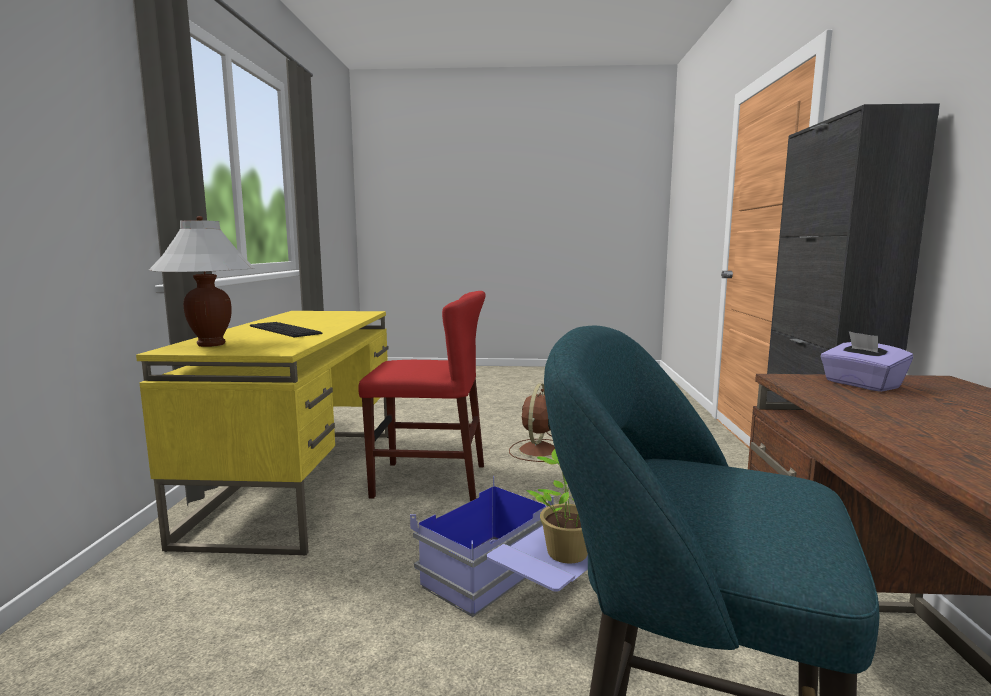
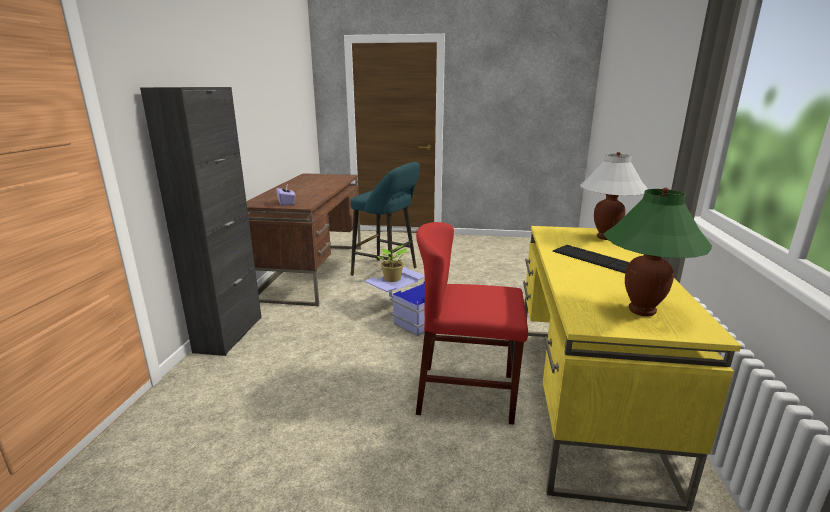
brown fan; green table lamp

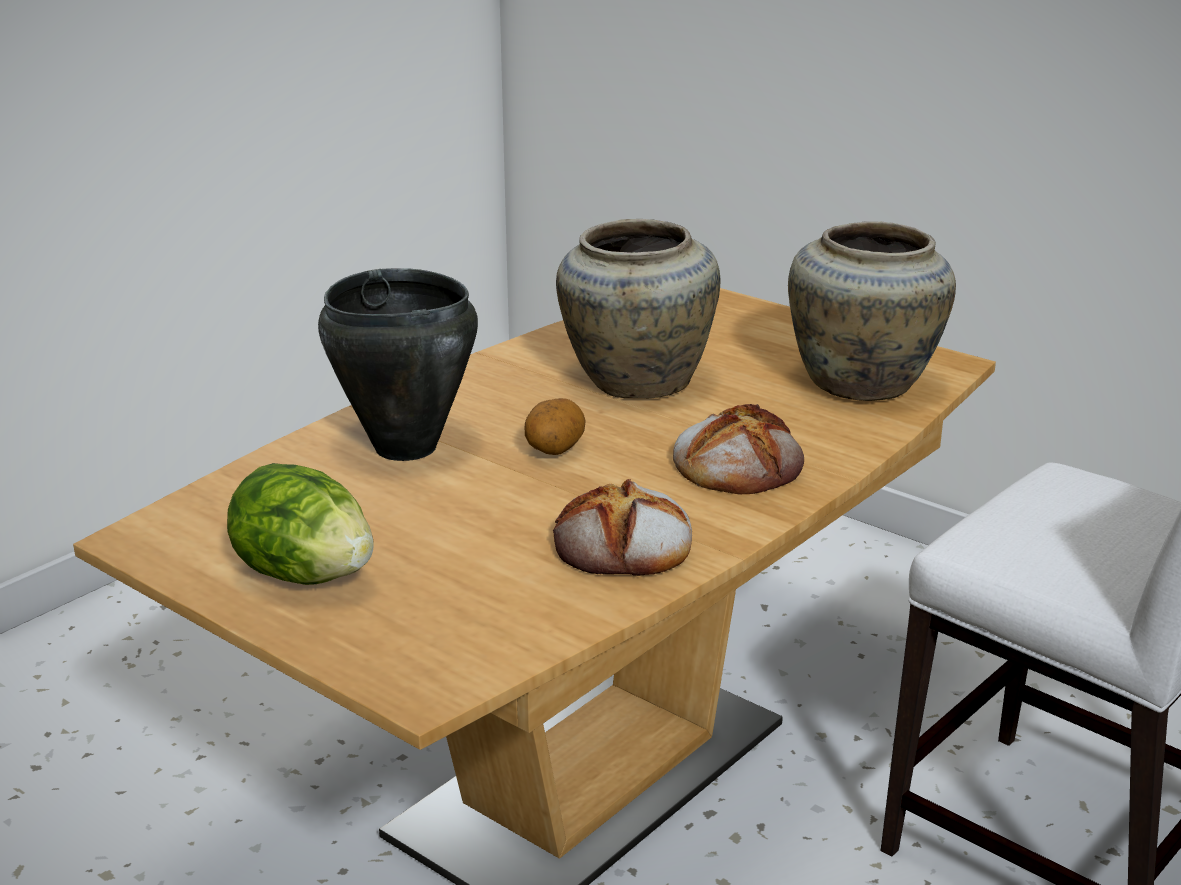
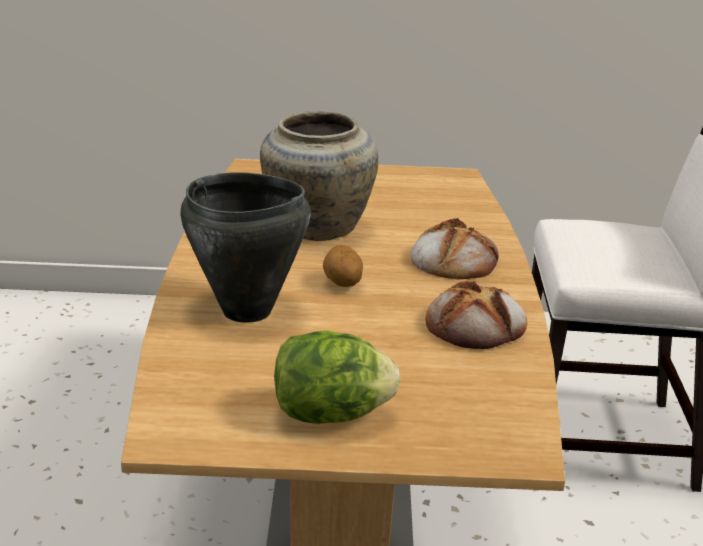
beige vase (no. 2 from left in the first image)

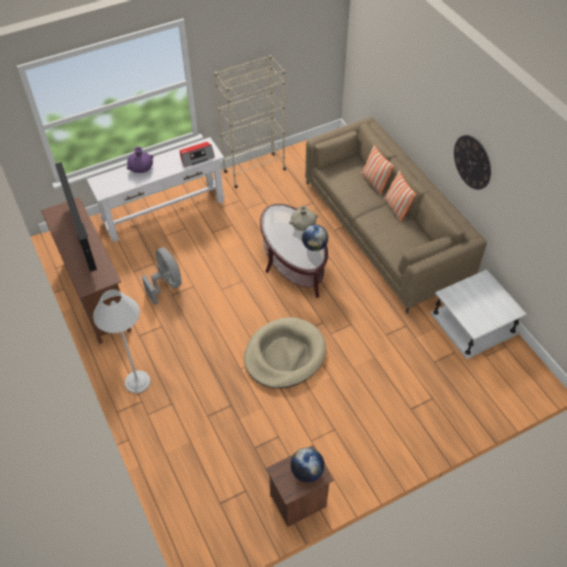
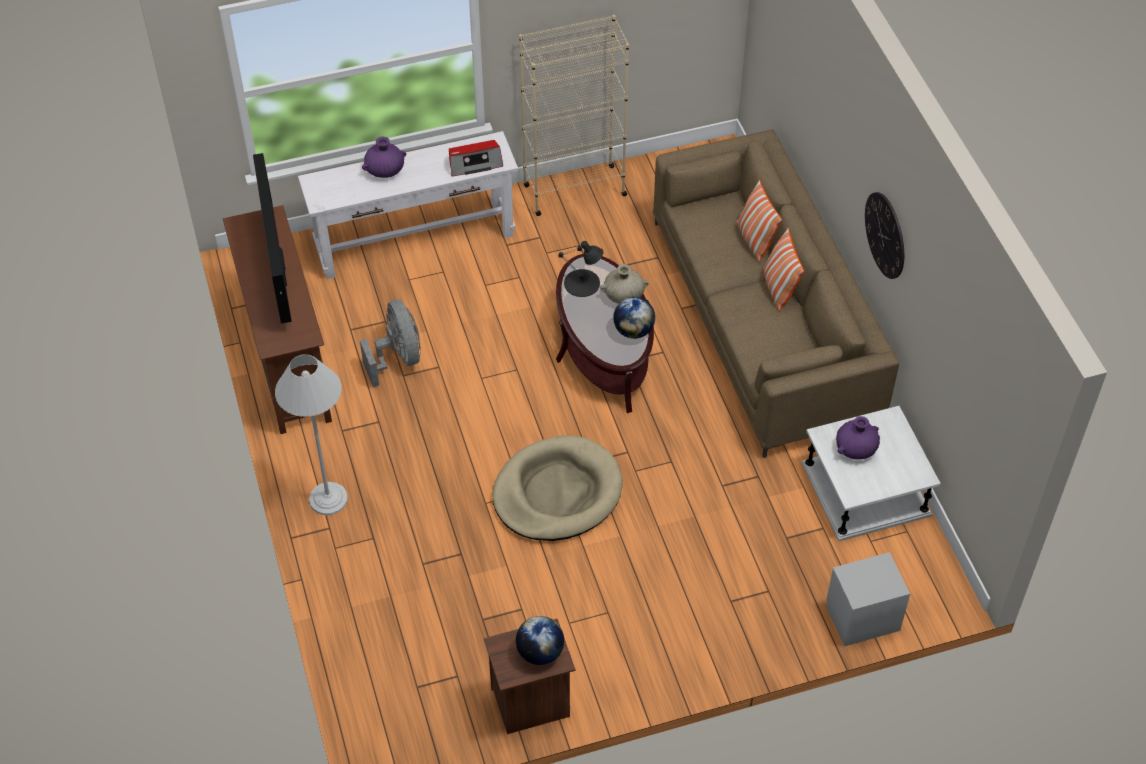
black table lamp; grey nightstand; purple vase (no. 2 from left)

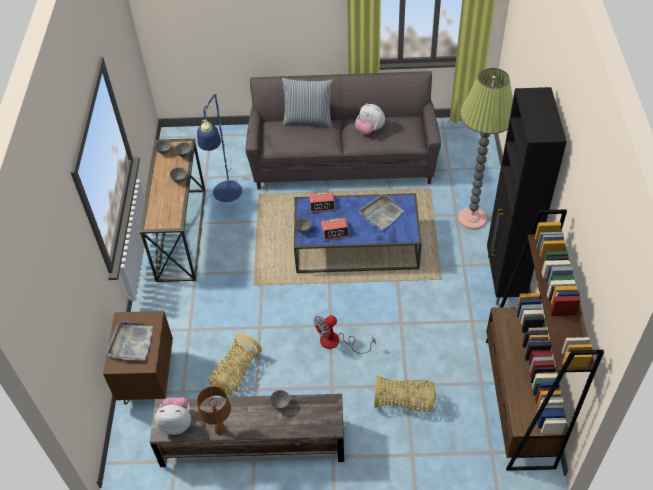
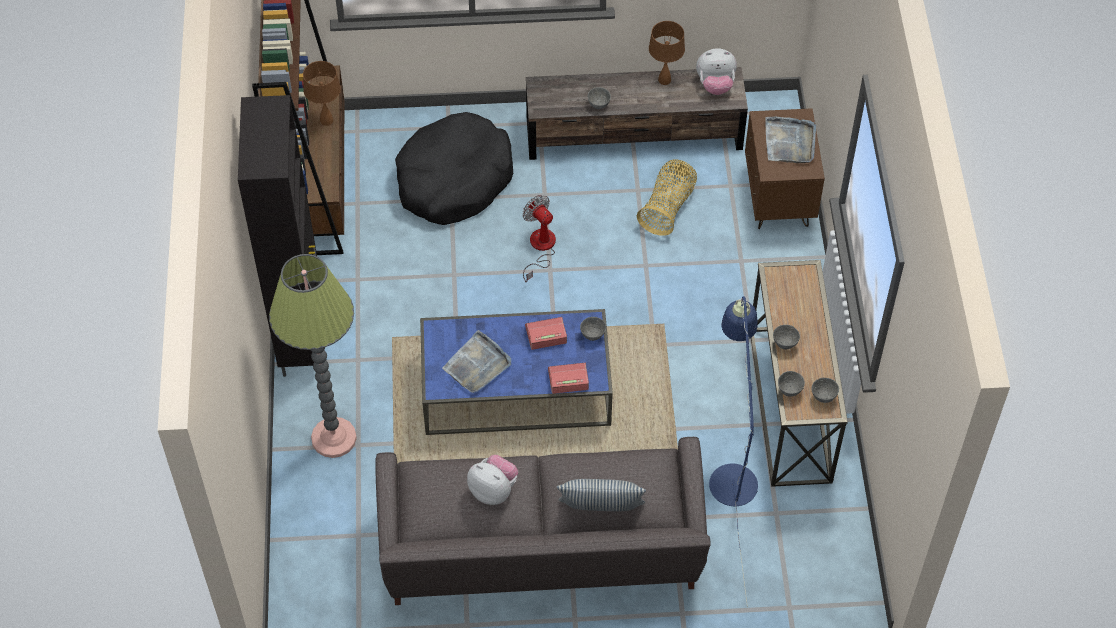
fan; black dog bed; brown table lamp (no. 1 from left)

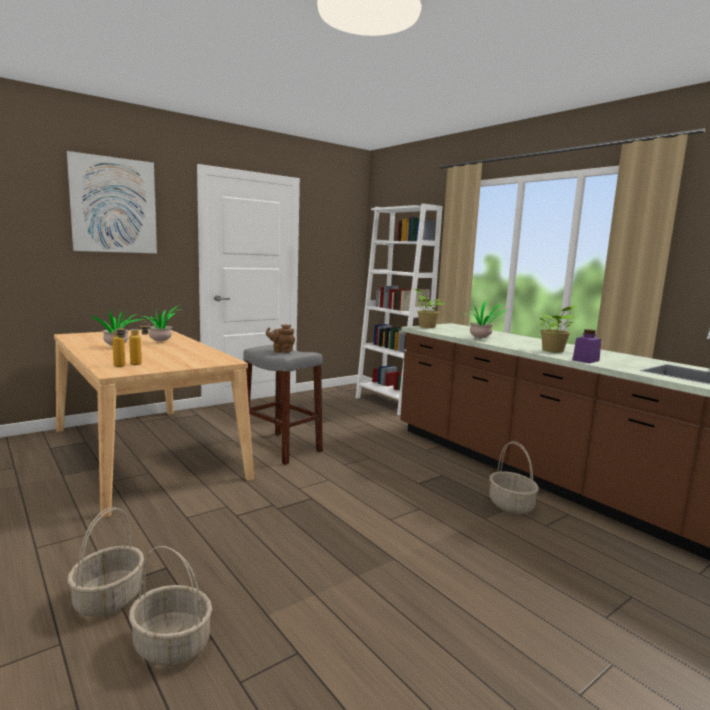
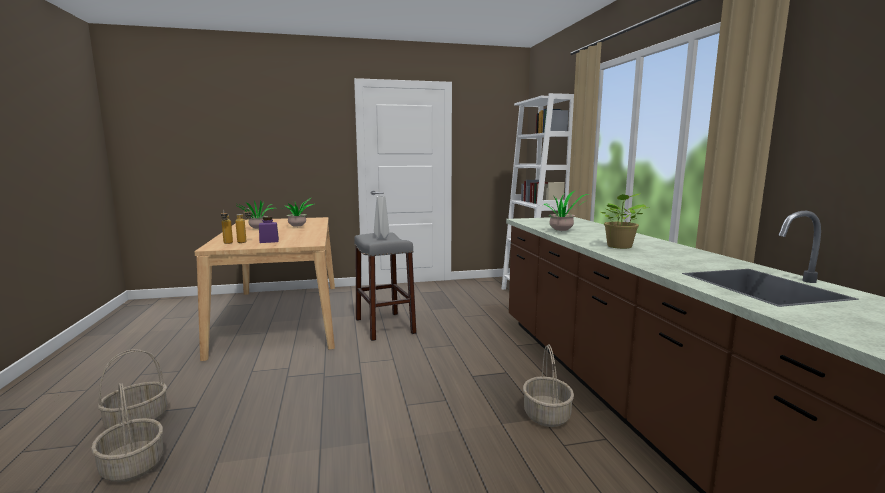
picture; grey vase; potted plant (no. 3 from left in the first image); purple jar

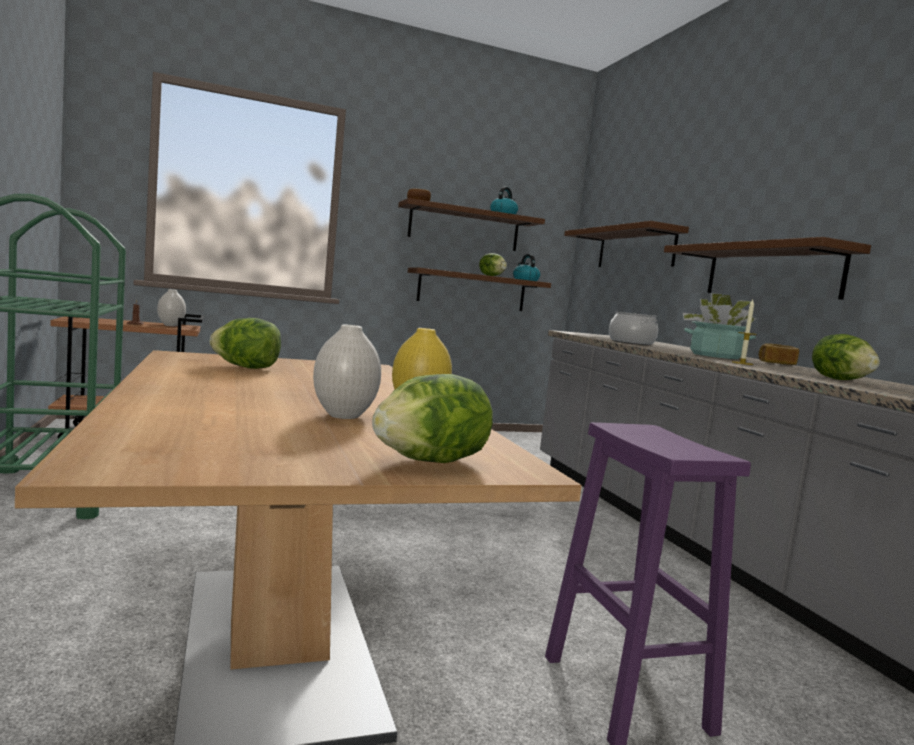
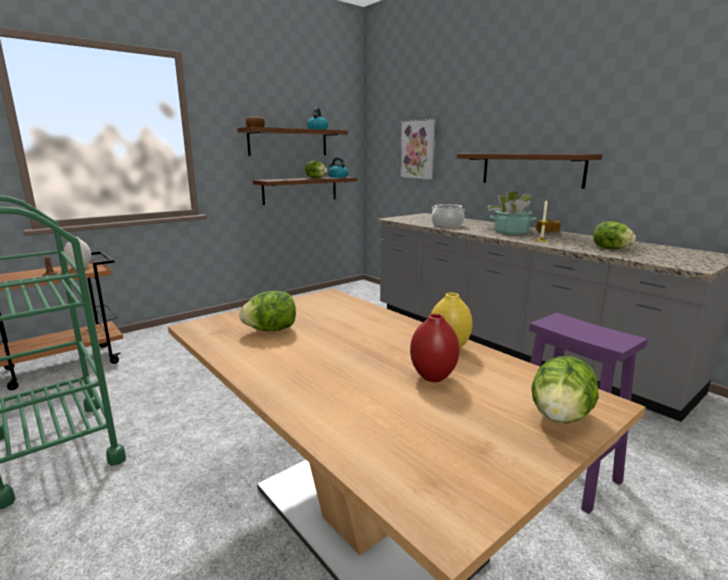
red vase; picture

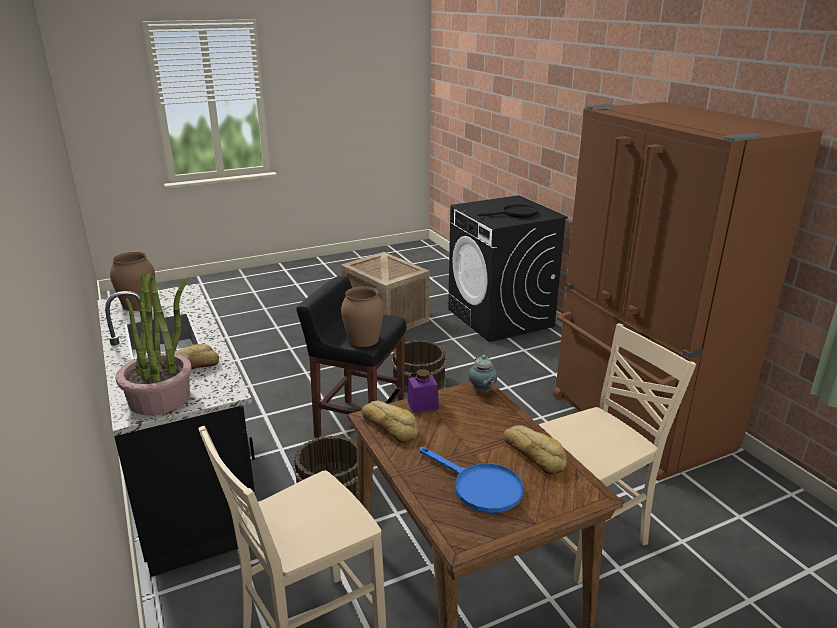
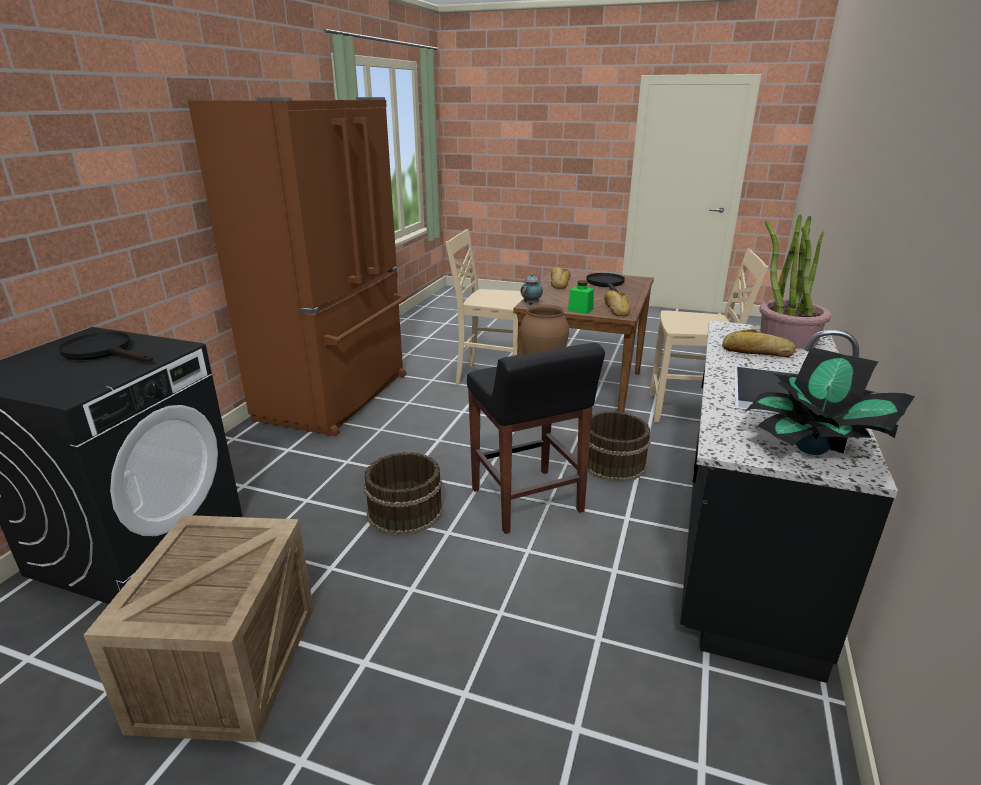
potted plant (no. 2 from left); green jar; black frying pan (no. 2 from left)

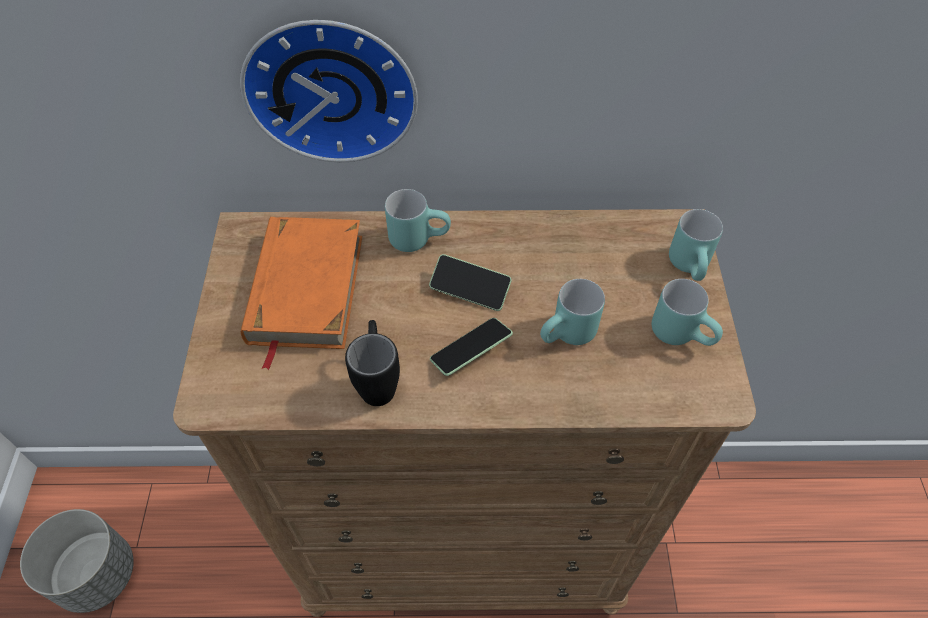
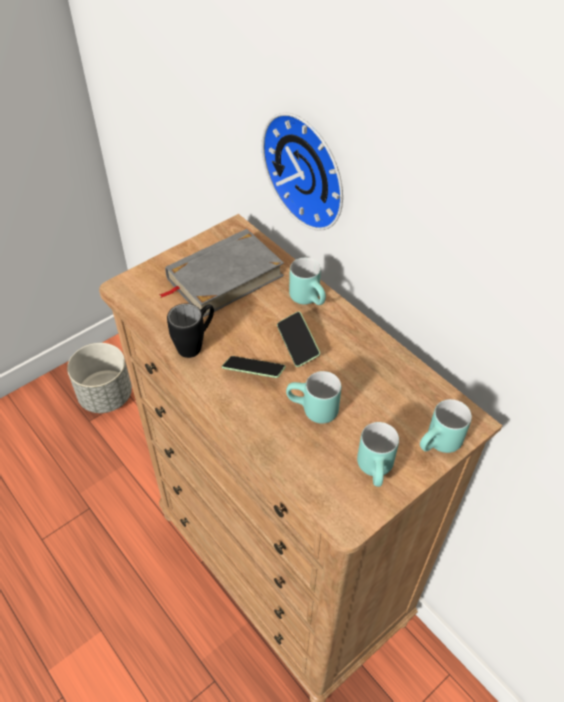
grey book

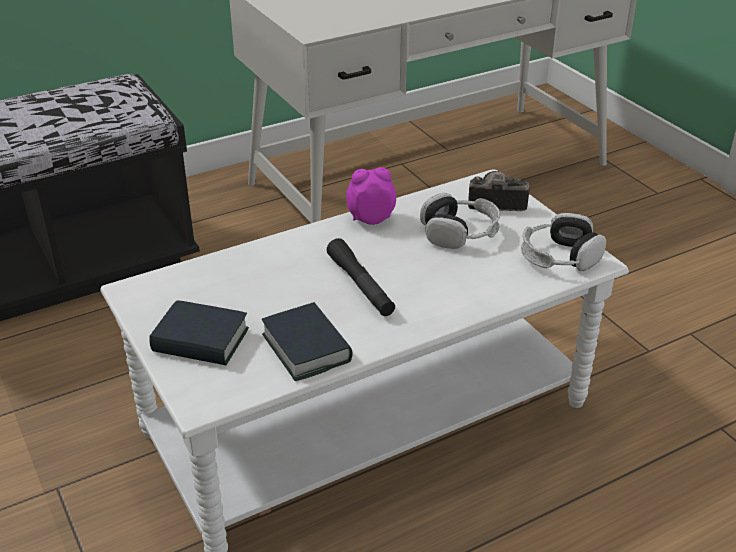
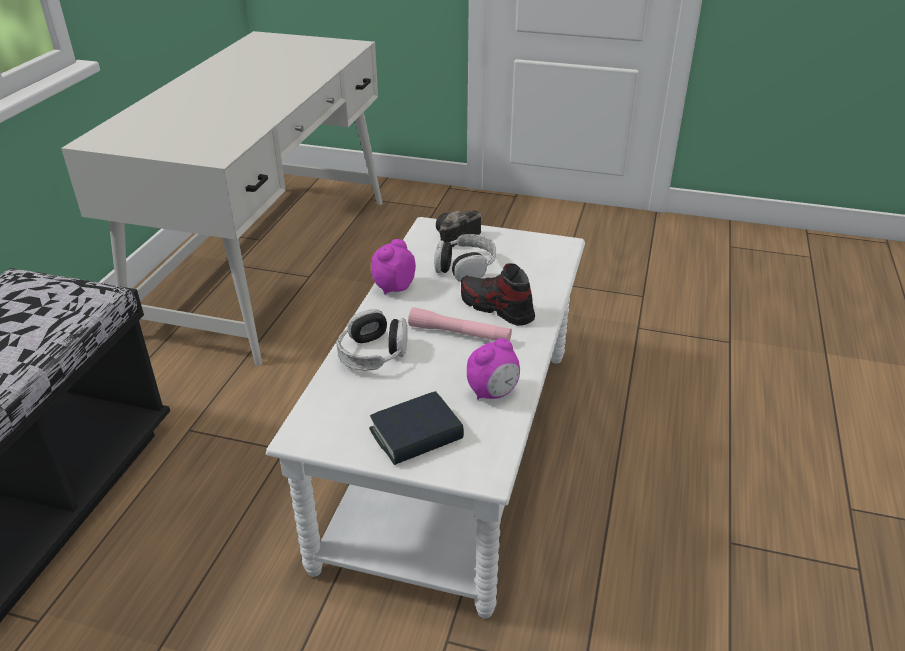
alarm clock (no. 2 from left); pink flashlight; headphones (no. 1 from left); shoe

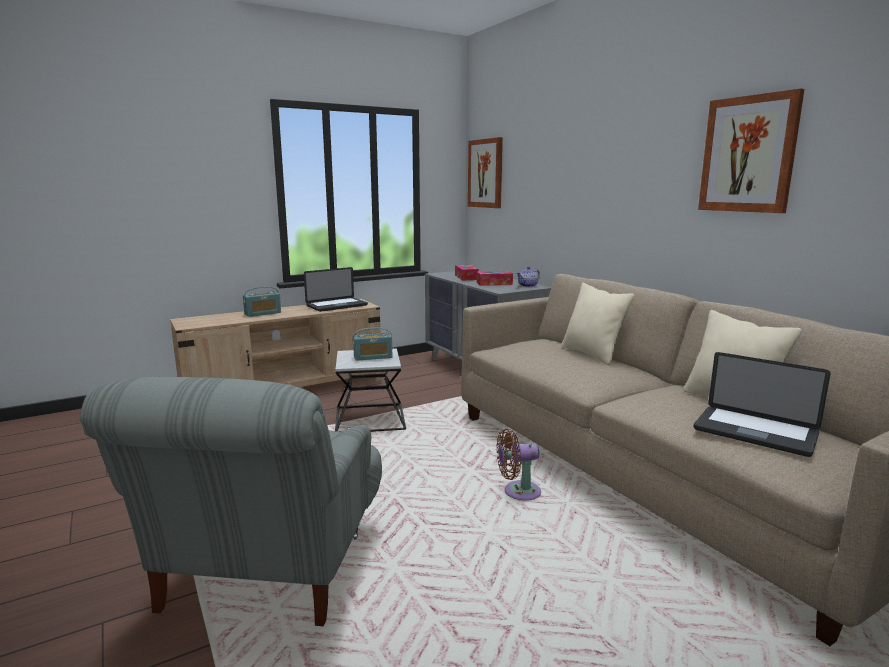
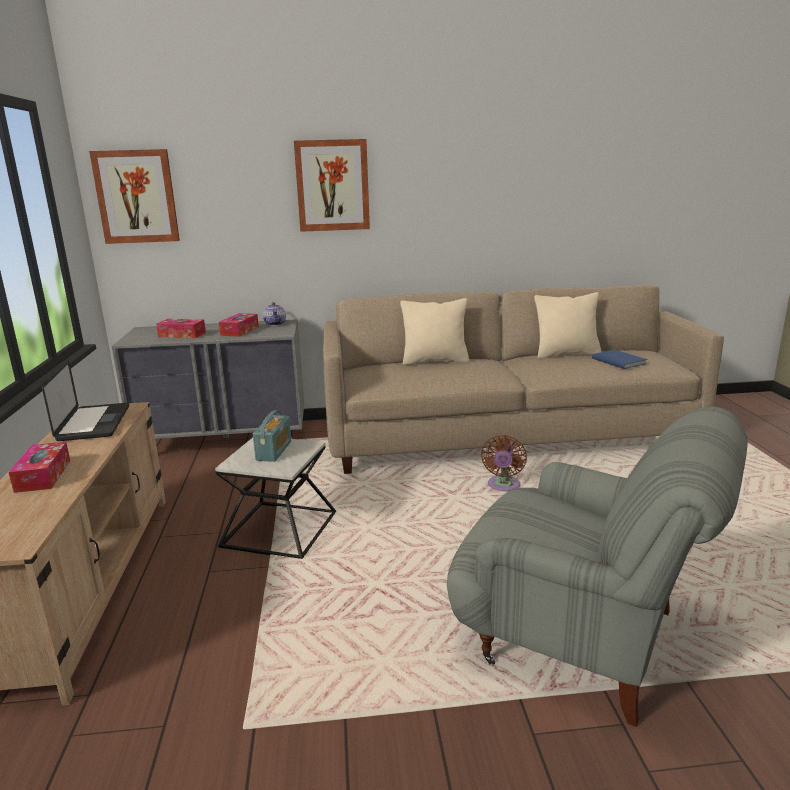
tissue box (no. 1 from left); blue book; picture (no. 2 from left)

